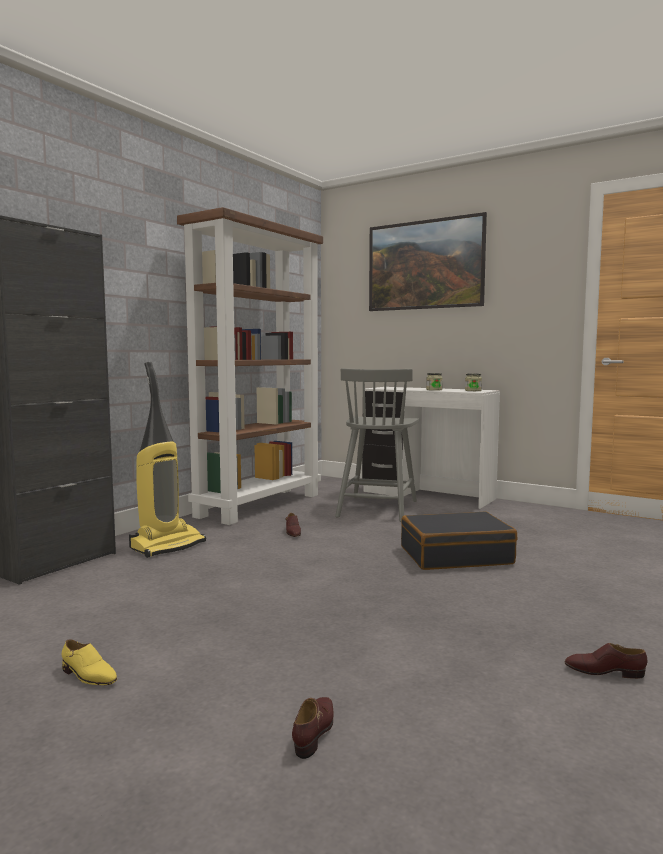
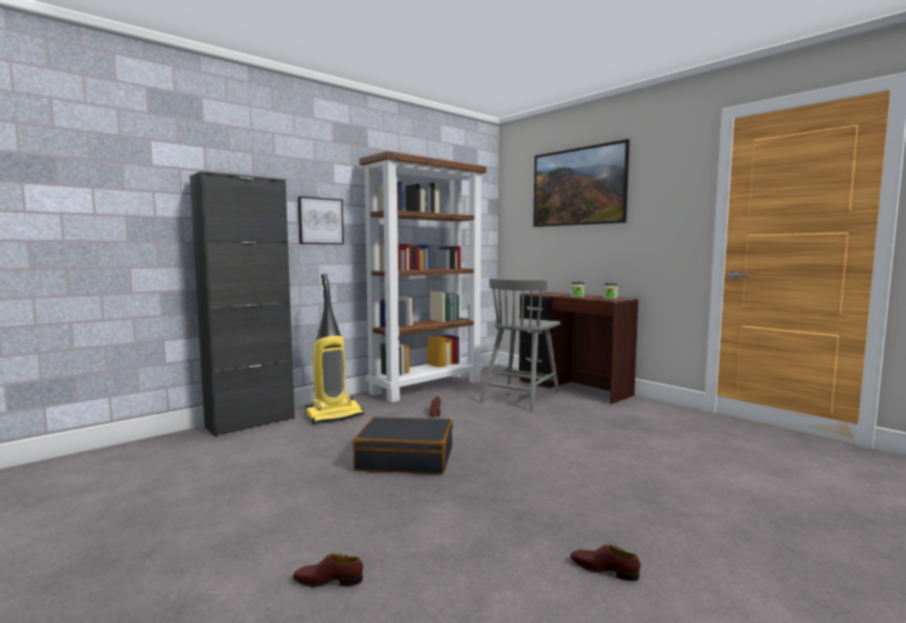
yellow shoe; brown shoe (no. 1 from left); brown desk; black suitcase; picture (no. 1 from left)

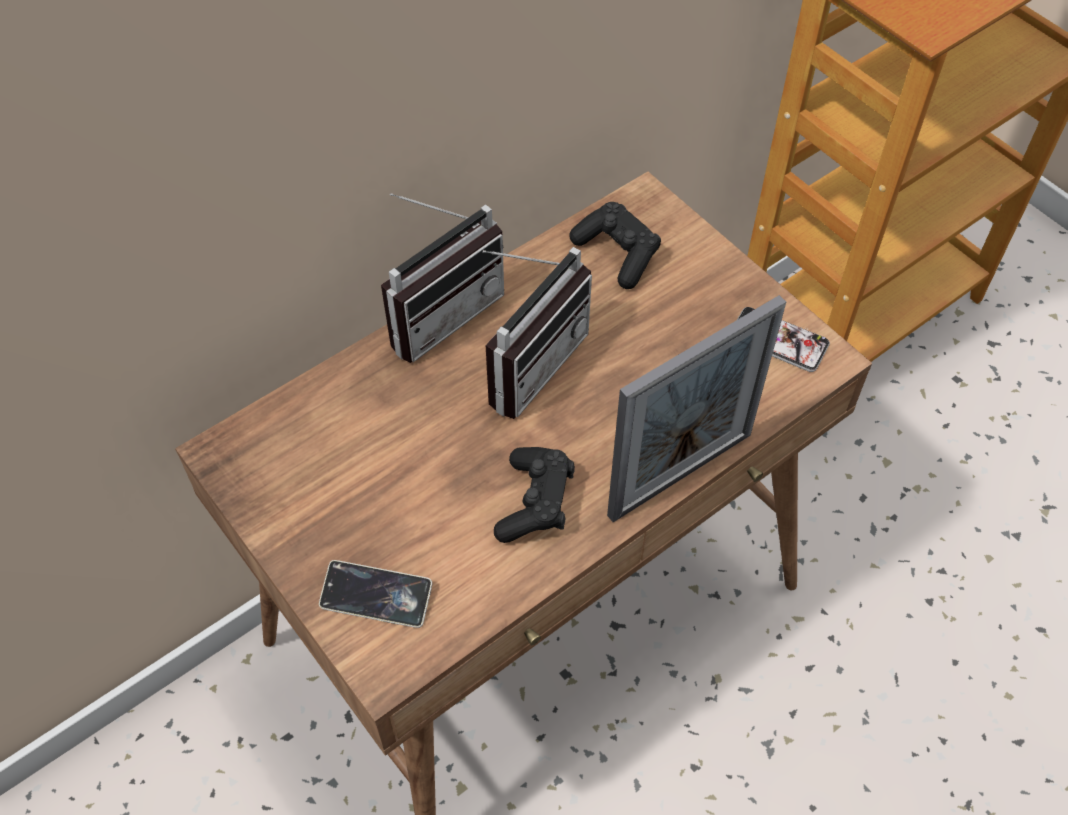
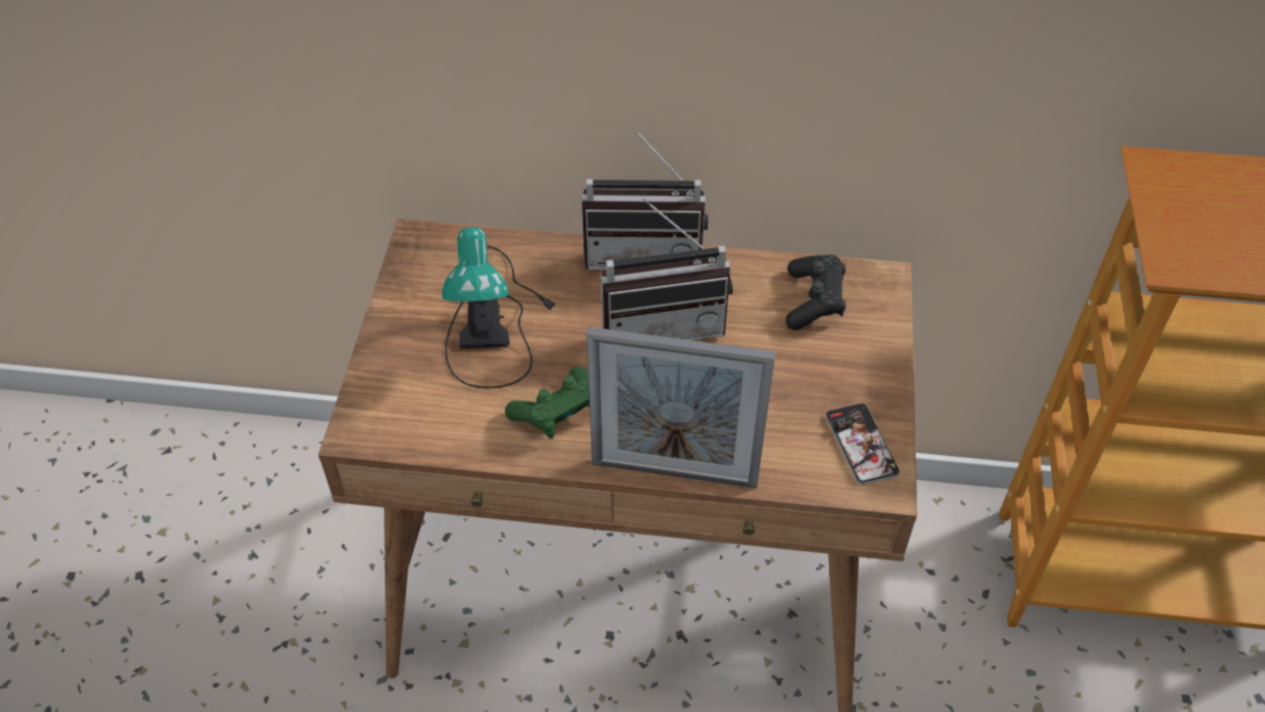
phone (no. 1 from left in the first image); green game controller; table lamp

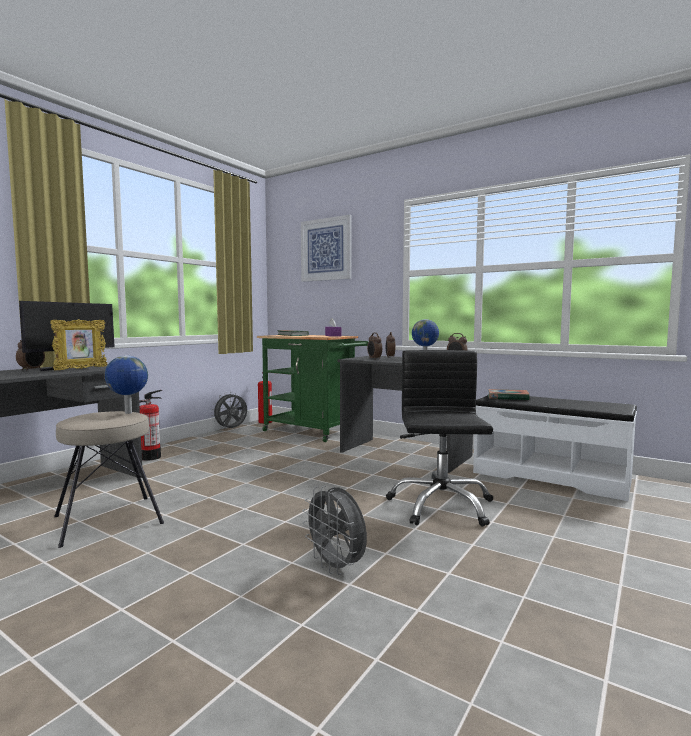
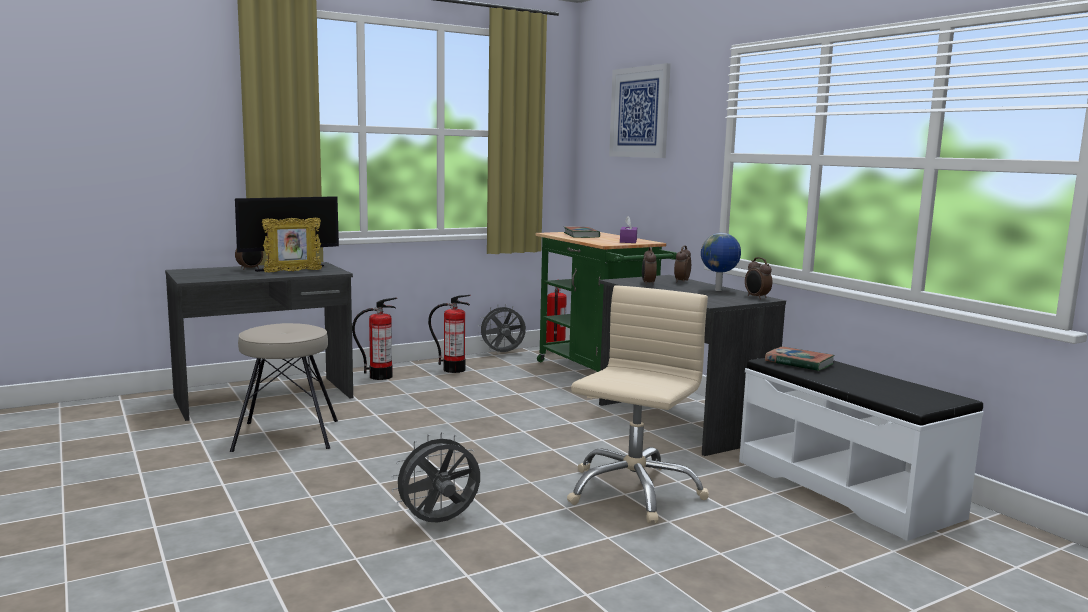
globe (no. 1 from left in the first image); grey fan (no. 1 from left); beige office chair; fire extinguisher (no. 2 from left)

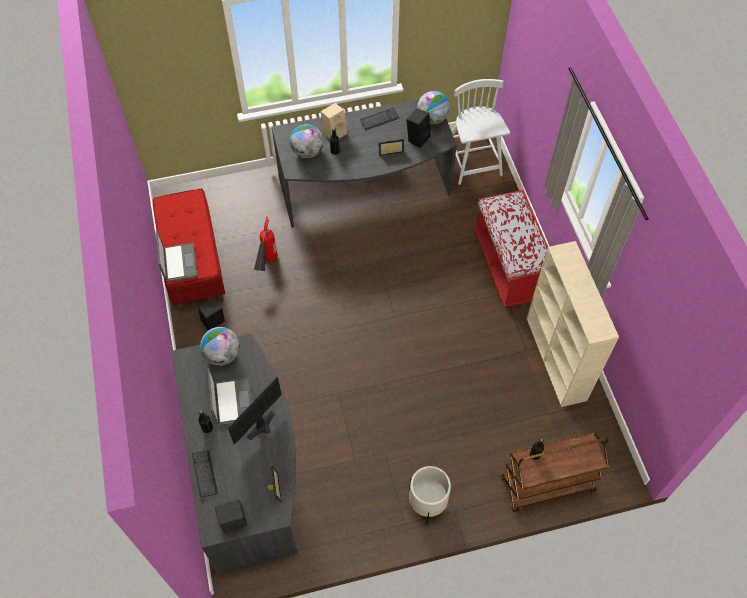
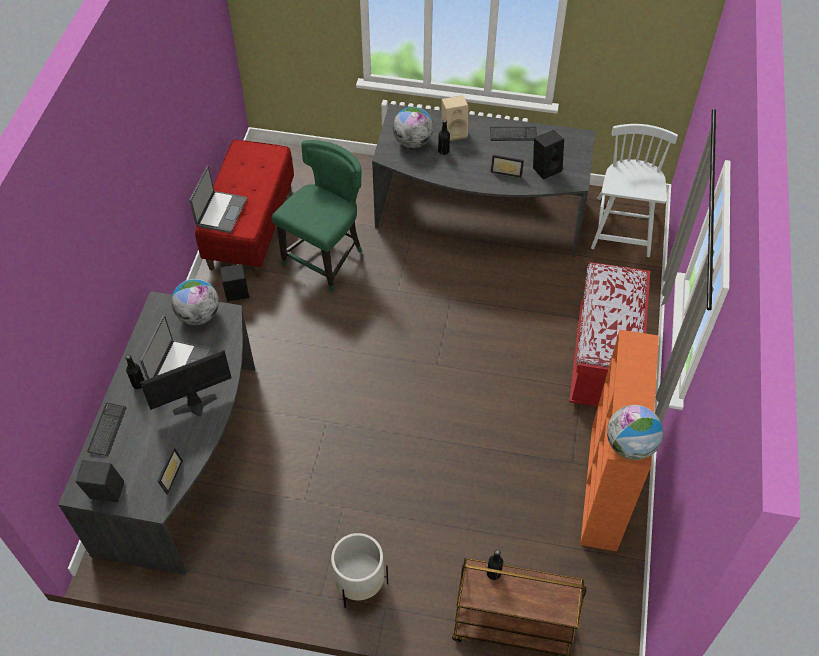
green chair; globe (no. 3 from left); orange bookcase

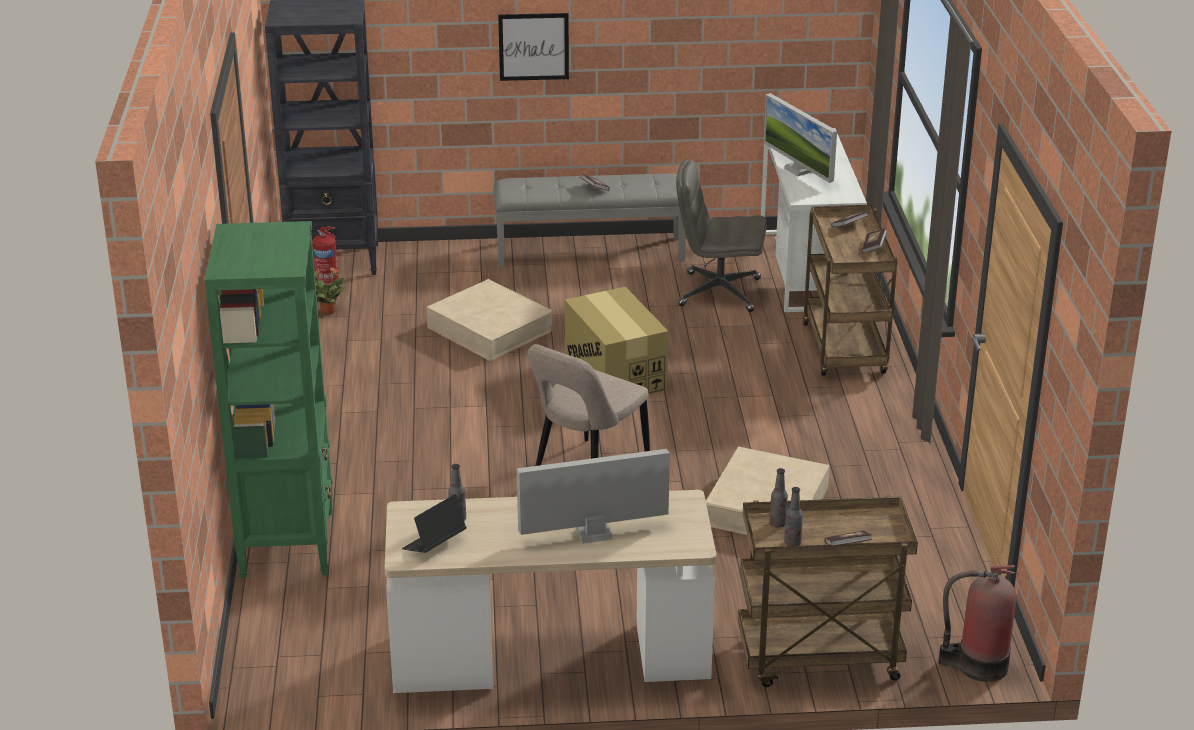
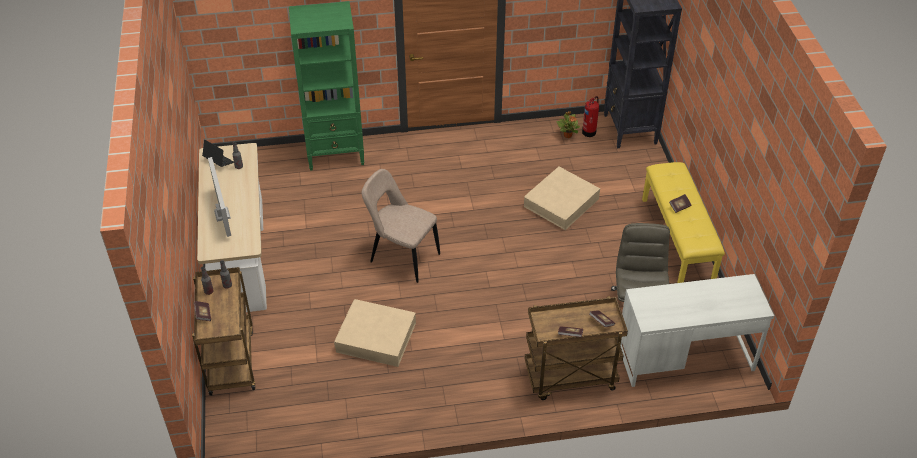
yellow bench; picture; cardboard box; monitor (no. 2 from left in the first image); fire extinguisher (no. 2 from left in the first image)

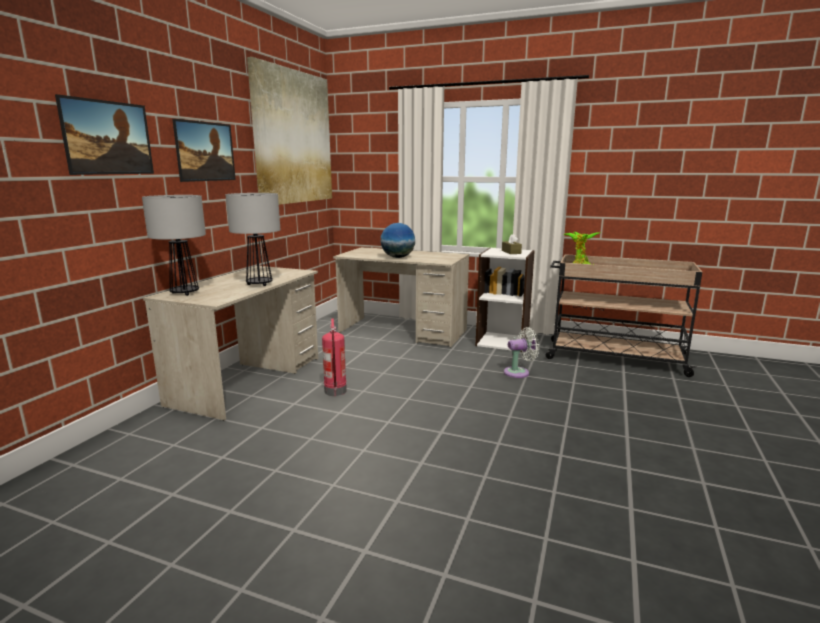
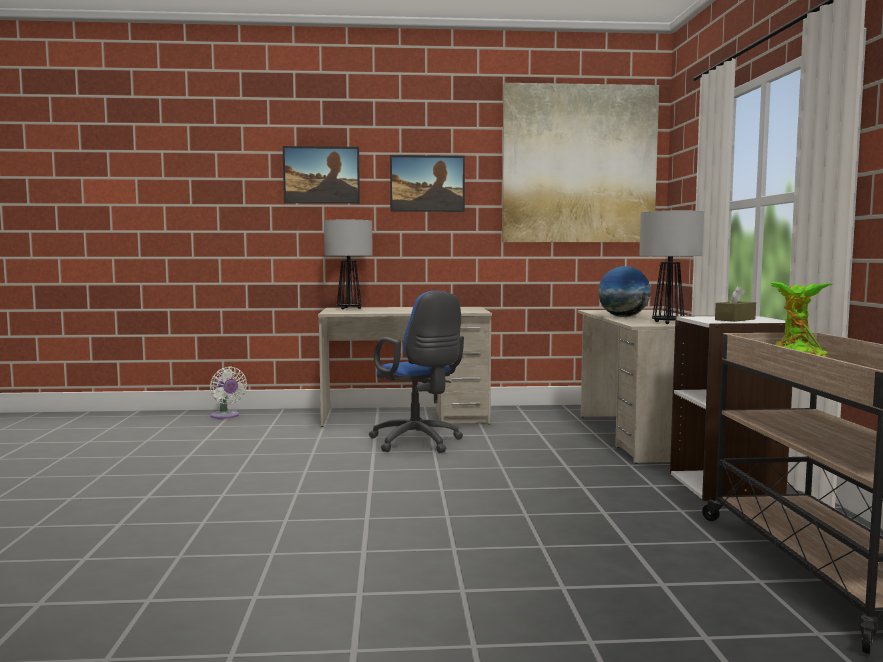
table lamp (no. 2 from left); blue office chair; white fan

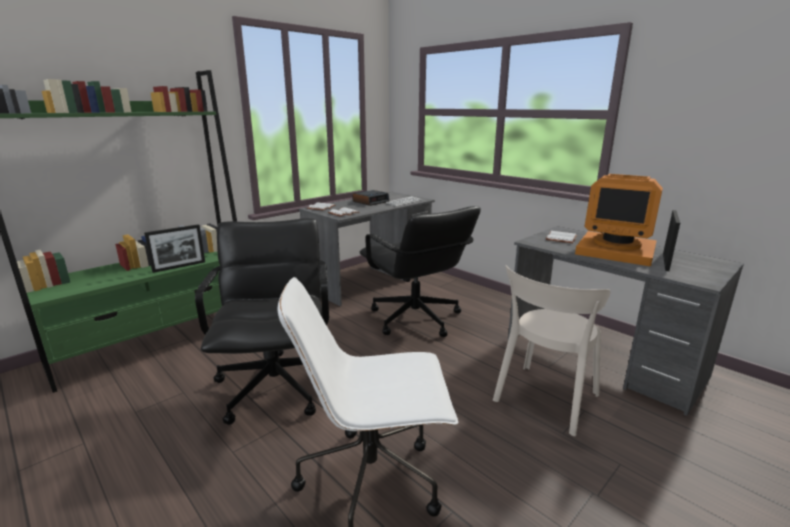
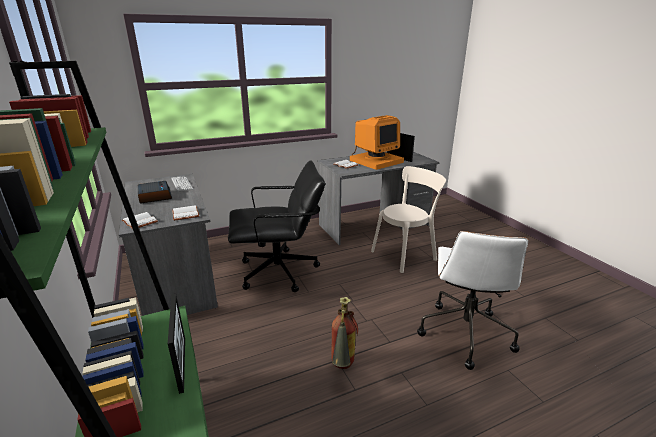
fire extinguisher; beige chair

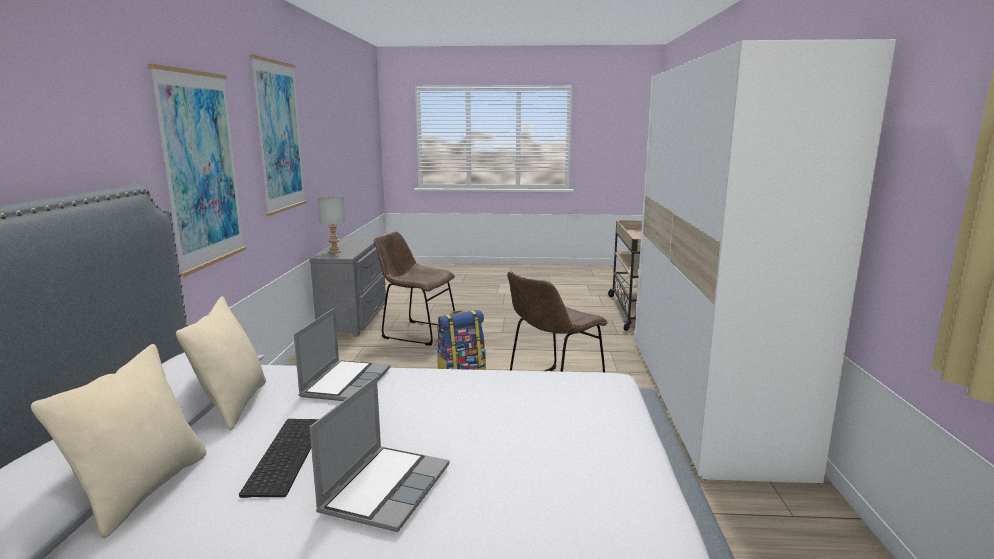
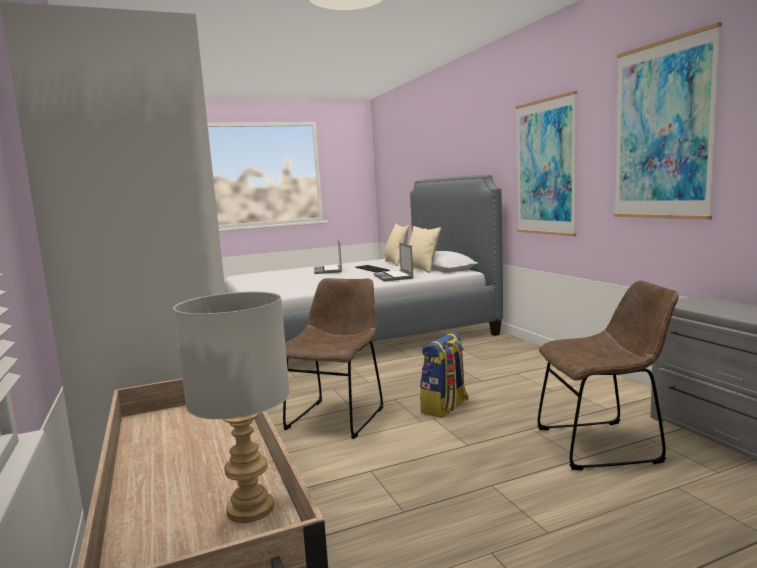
grey table lamp

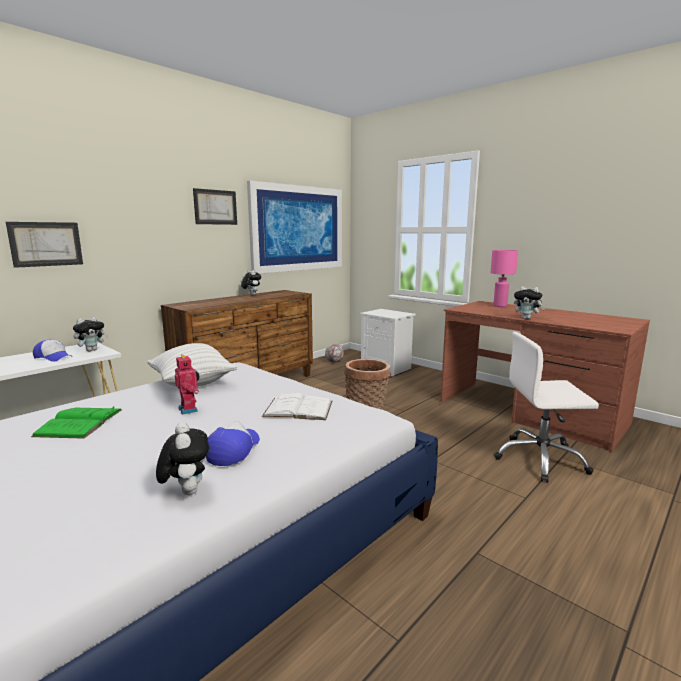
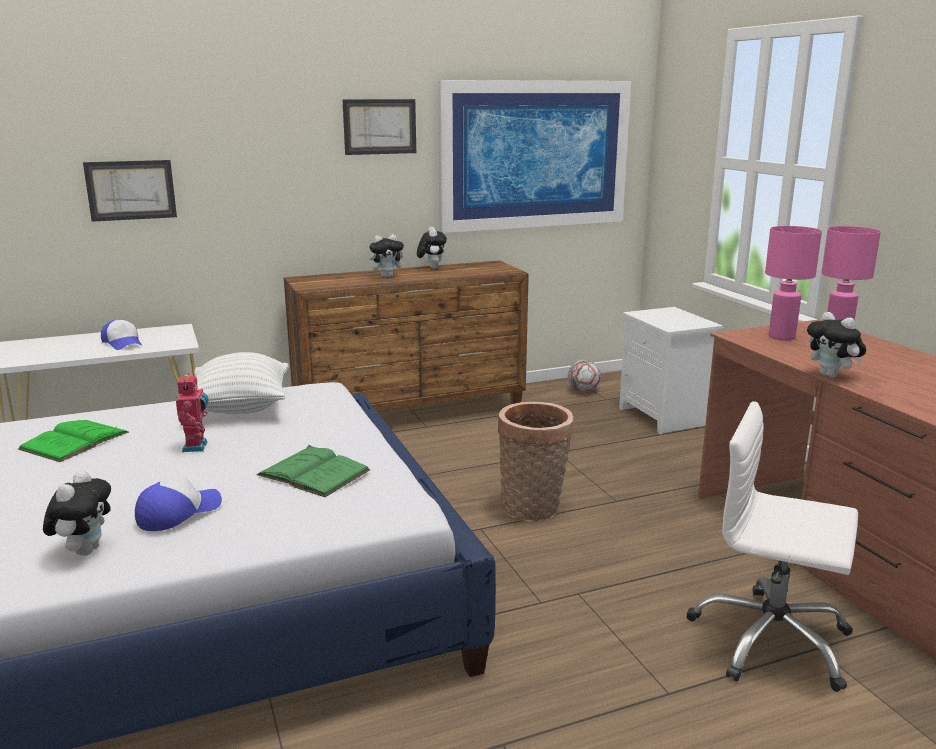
plush toy (no. 2 from left); green book (no. 2 from left); pink table lamp (no. 1 from left)

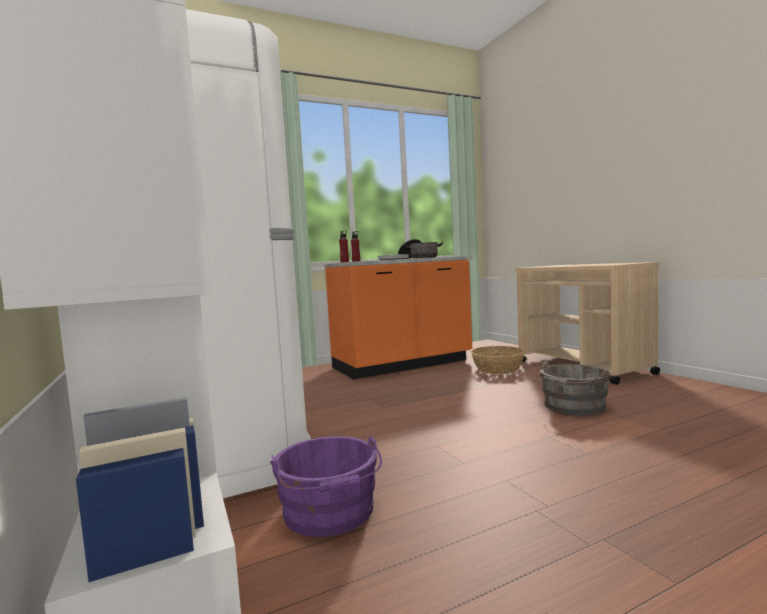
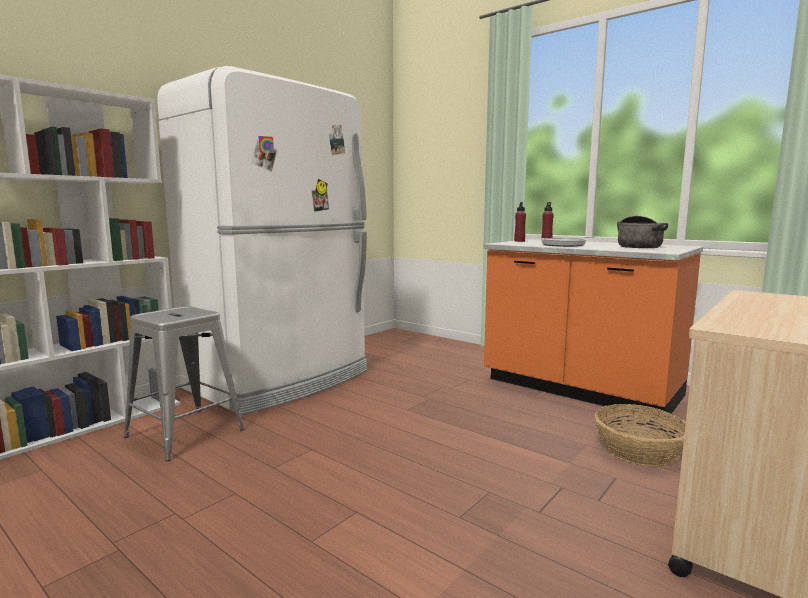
grey stool; grey bucket

